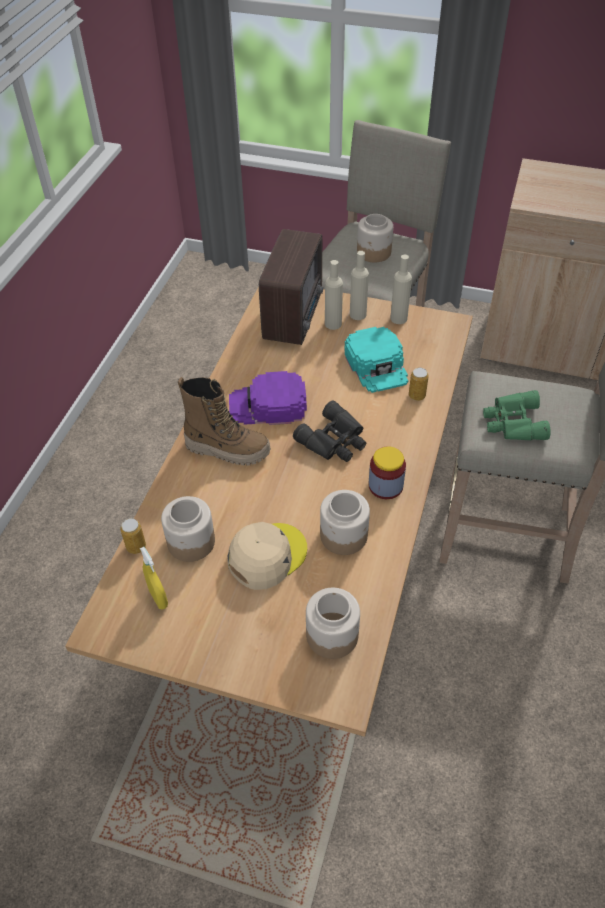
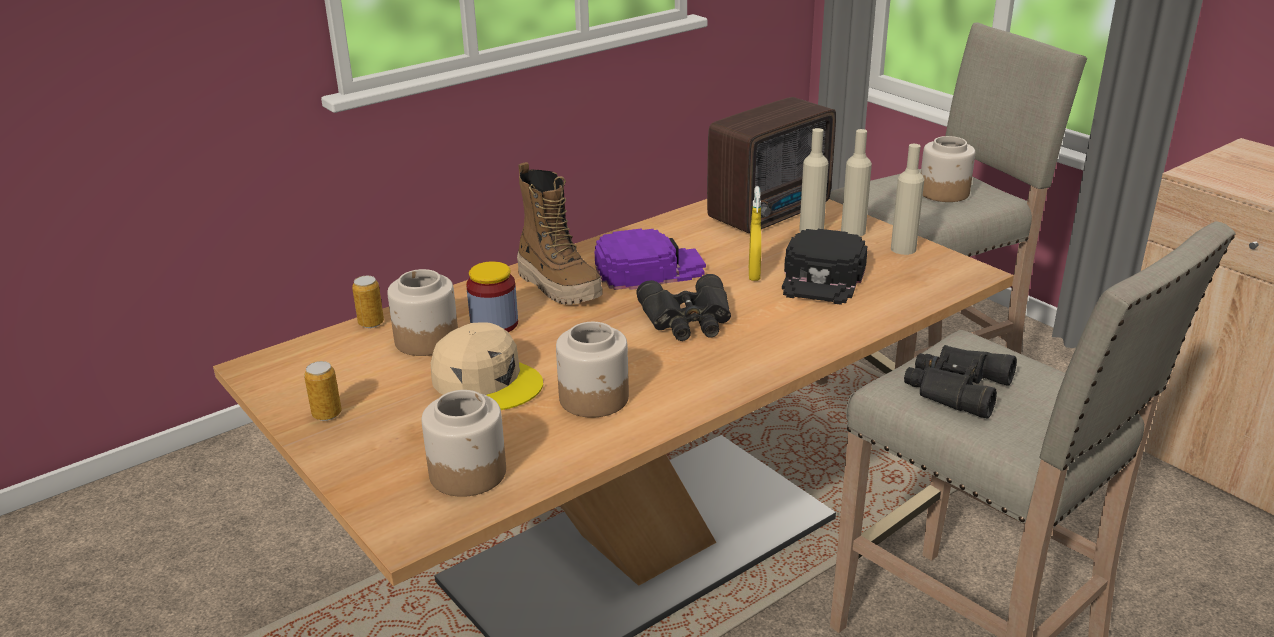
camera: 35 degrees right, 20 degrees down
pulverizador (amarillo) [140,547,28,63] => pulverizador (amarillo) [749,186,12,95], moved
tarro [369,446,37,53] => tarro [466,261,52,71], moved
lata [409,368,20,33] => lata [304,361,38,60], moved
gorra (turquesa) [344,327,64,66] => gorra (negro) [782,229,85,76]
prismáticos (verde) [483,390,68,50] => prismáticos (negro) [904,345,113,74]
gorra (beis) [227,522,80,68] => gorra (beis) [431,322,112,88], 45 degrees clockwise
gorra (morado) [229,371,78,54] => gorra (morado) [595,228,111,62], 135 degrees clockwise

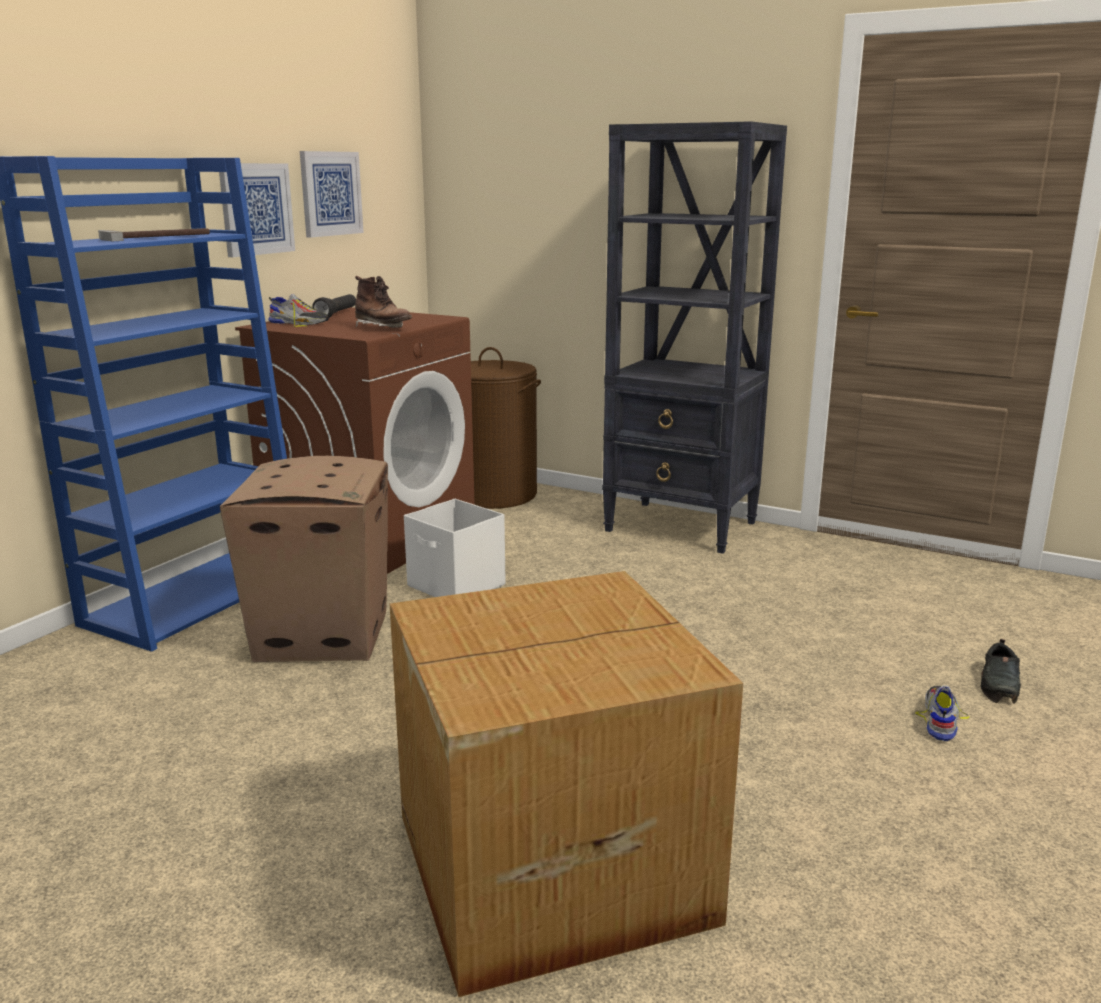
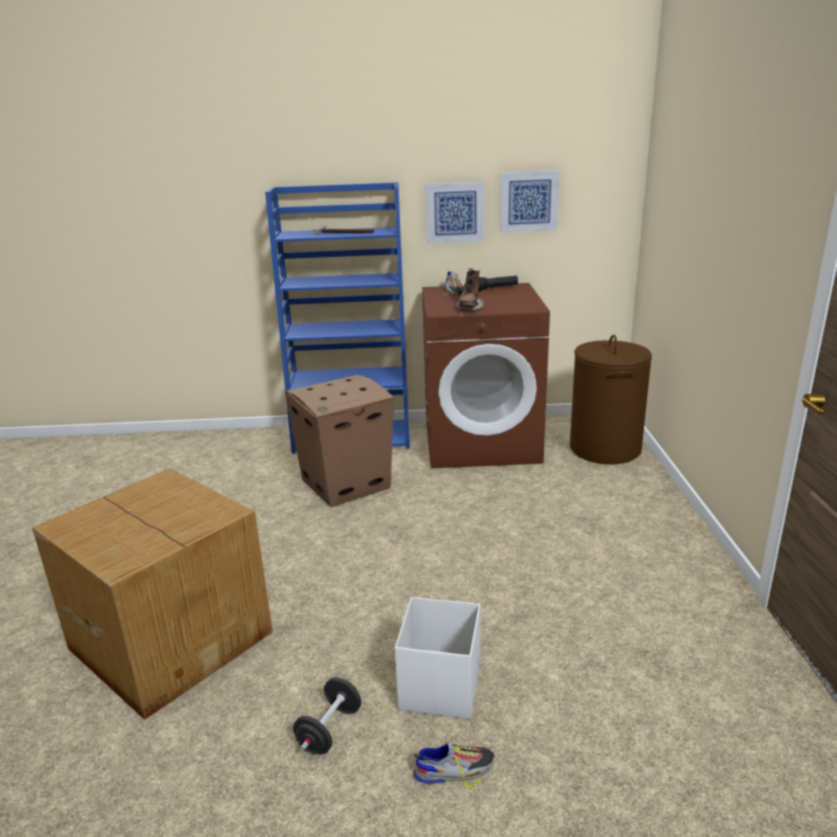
camera: 60 degrees right, 5 degrees up
estantería (negro) [602,121,185,433] => nothing
zapato (negro) [981,639,40,65] => nothing
nothing => mancuerna (negro) [293,677,68,77]
caja de almacenaje (blanco) [404,499,102,98] => caja de almacenaje (blanco) [395,597,85,122], moved

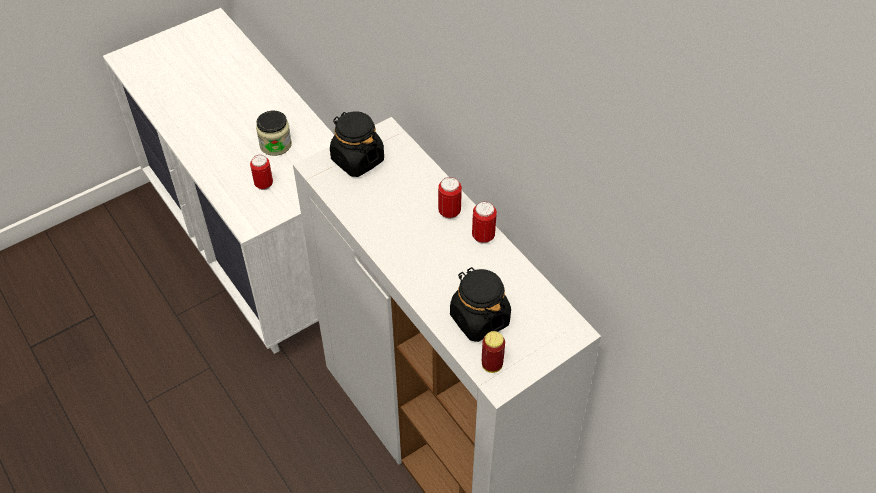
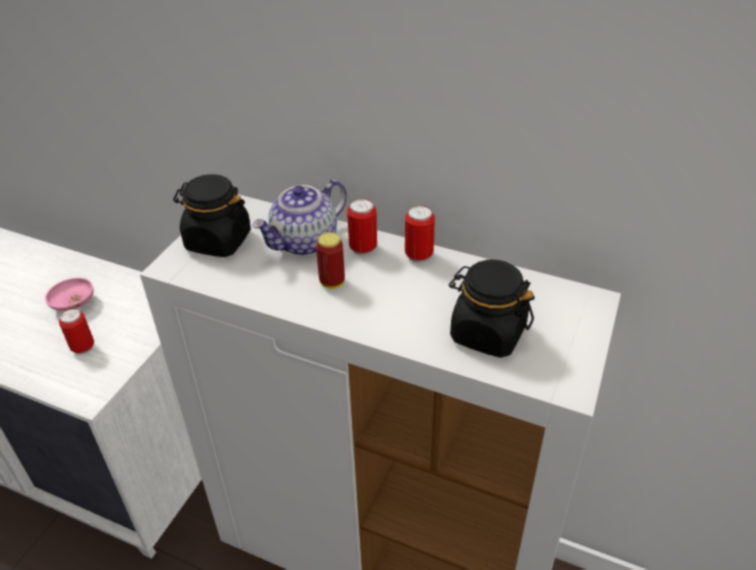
camera: 30 degrees left, 10 degrees down
nothing => tetera [252,180,95,76]
lata [482,331,23,42] => lata [316,232,29,57], moved
tarro [256,111,36,45] => cuenco (rosa) [45,278,49,33]

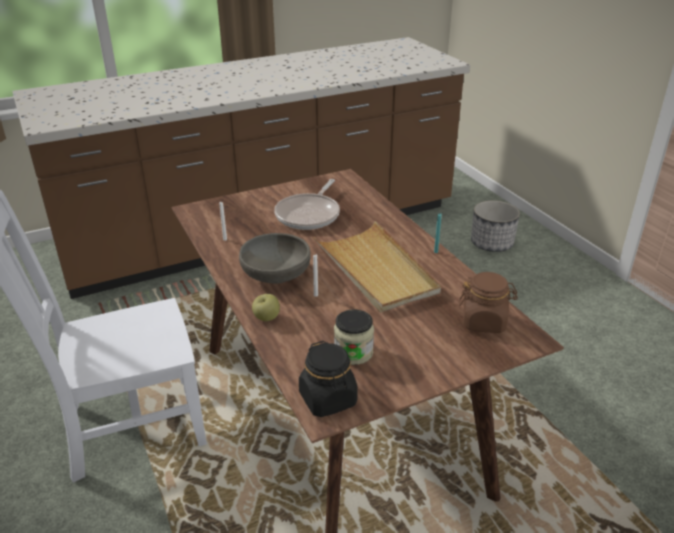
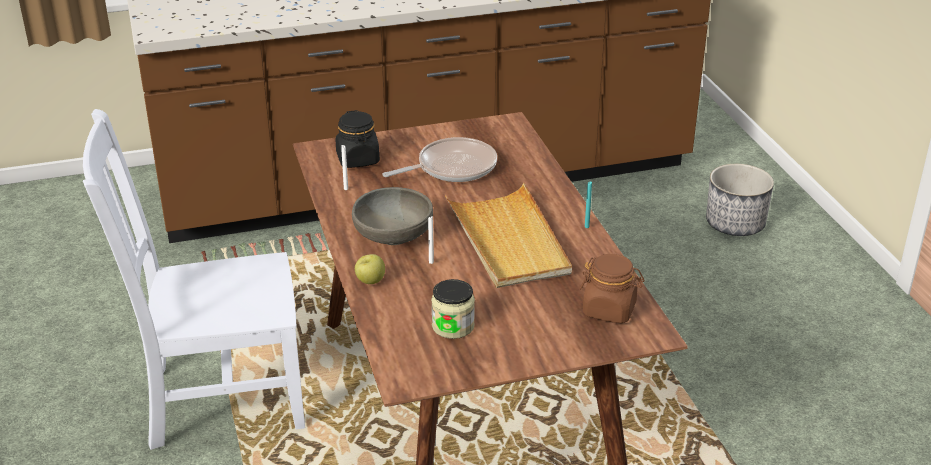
camera: 10 degrees right, 0 degrees up
tarro (negro) [299,341,59,76] => tarro (negro) [336,110,44,58], moved
sartén [274,179,66,51] => sartén [382,137,115,45], 150 degrees counterclockwise

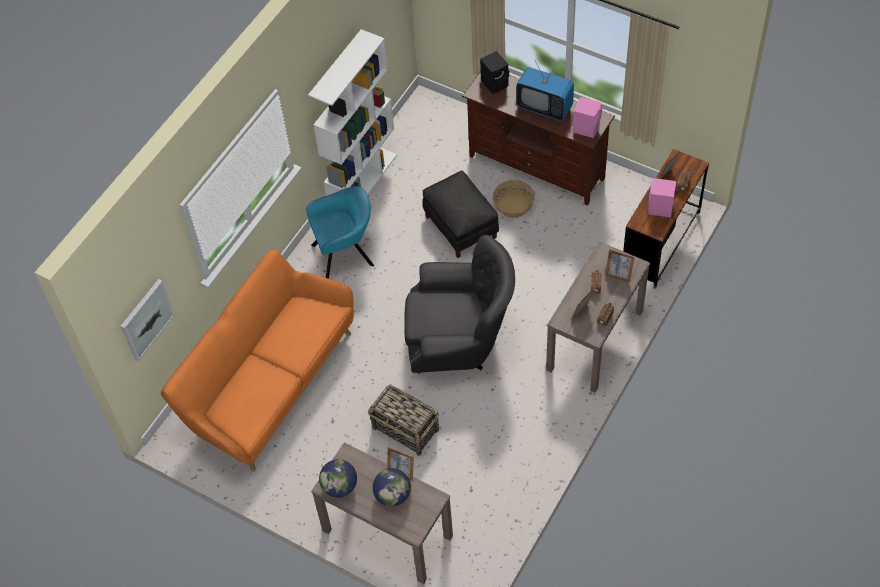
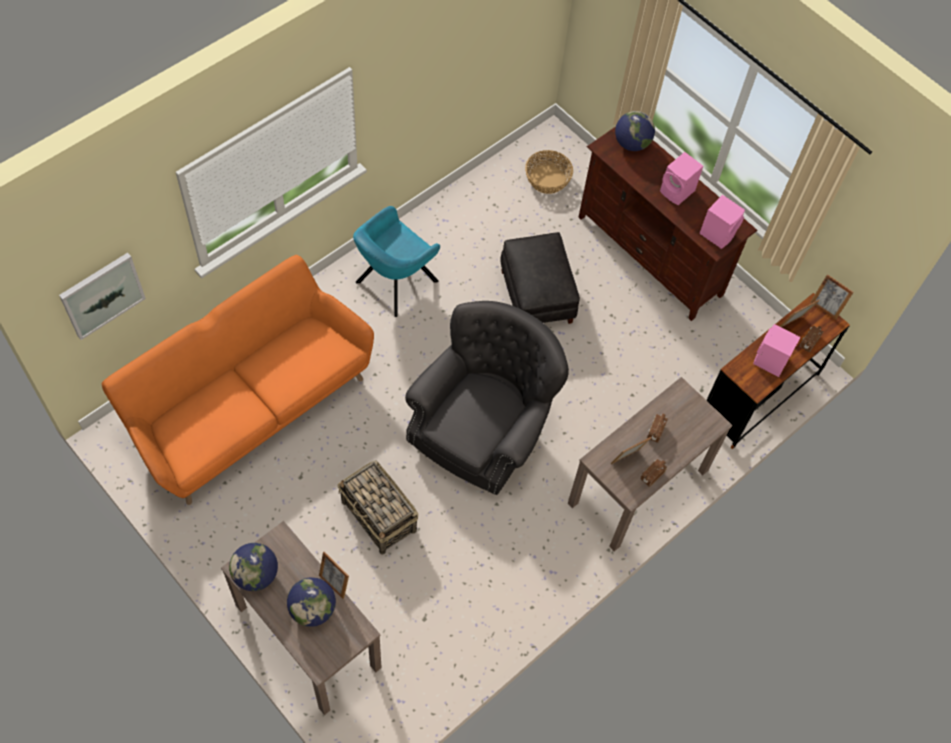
camera: 10 degrees right, 5 degrees up
estantería (blanco) [308,29,89,167] => nothing
cesta [493,180,42,38] => cesta [525,150,48,44], moved
portarretratos [605,249,30,33] => portarretratos [810,274,44,46], moved
altavoz (negro) [480,51,29,43] => globo terráqueo [615,111,40,40]
televisor [516,61,58,60] => altavoz (rosa) [660,152,43,53]
sillón (turquesa) [306,186,68,93] => sillón (turquesa) [353,206,87,111], 135 degrees clockwise
sillón (gris) [404,235,111,138] => sillón (gris) [405,301,164,194], 75 degrees counterclockwise

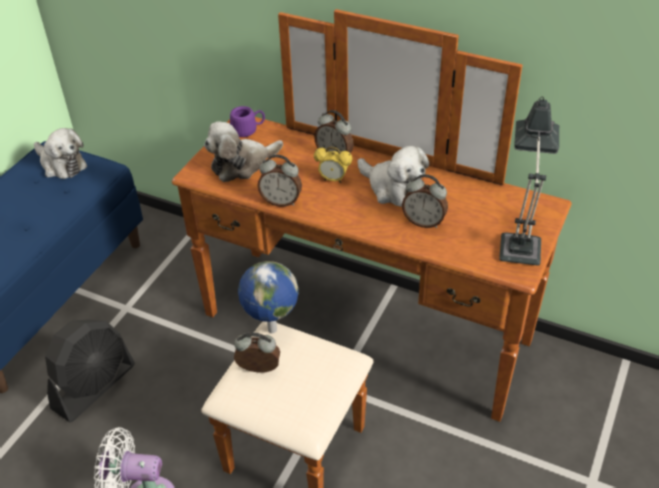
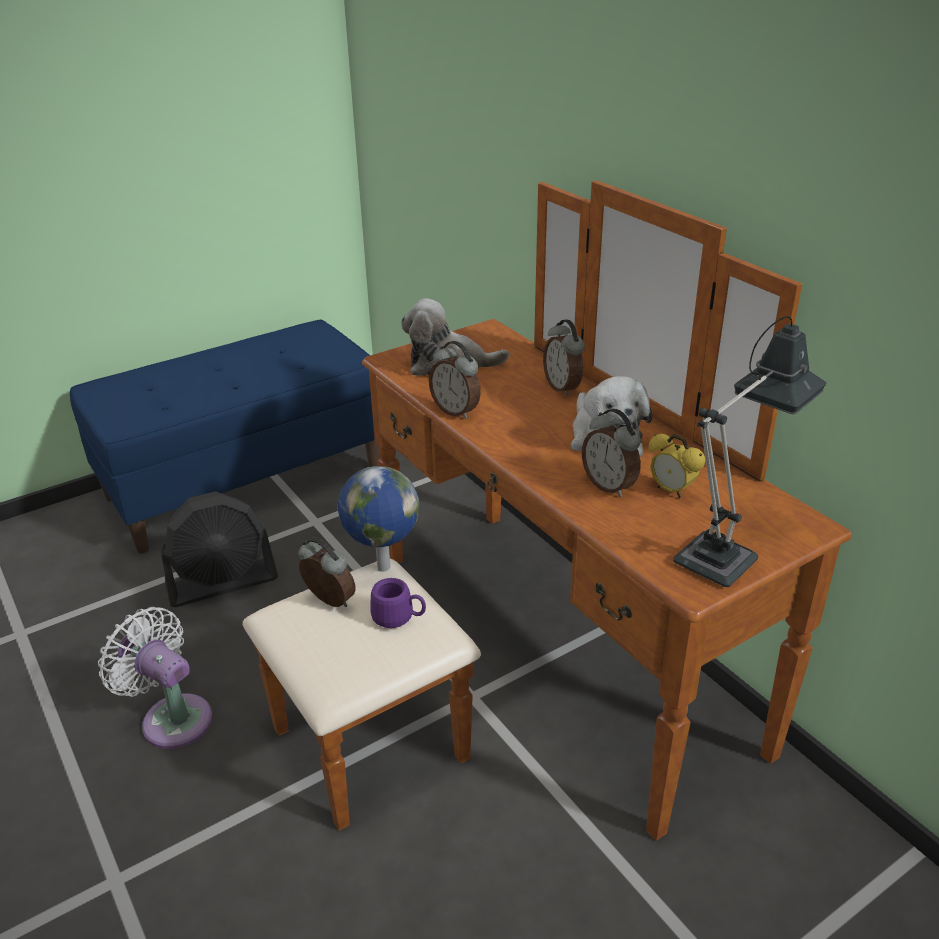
camera: 30 degrees right, 10 degrees down
peluche [34,128,53,51] => nothing
taza grande (morado) [230,106,35,31] => taza grande (morado) [370,578,56,50], moved
despertador [314,146,38,37] => despertador [649,434,56,64], moved

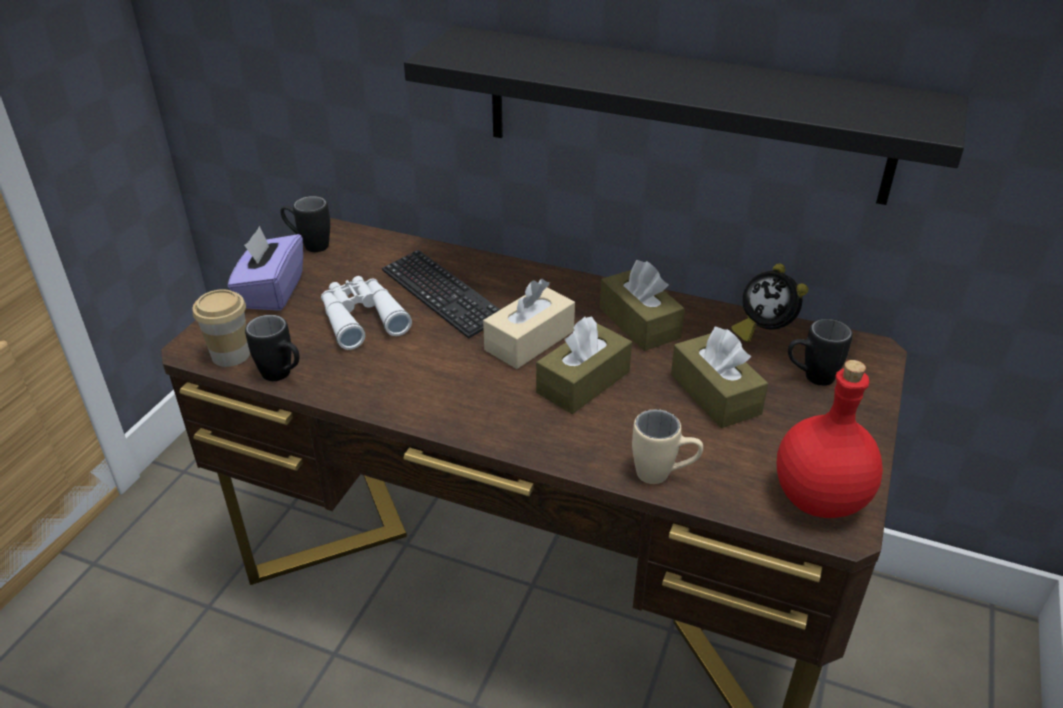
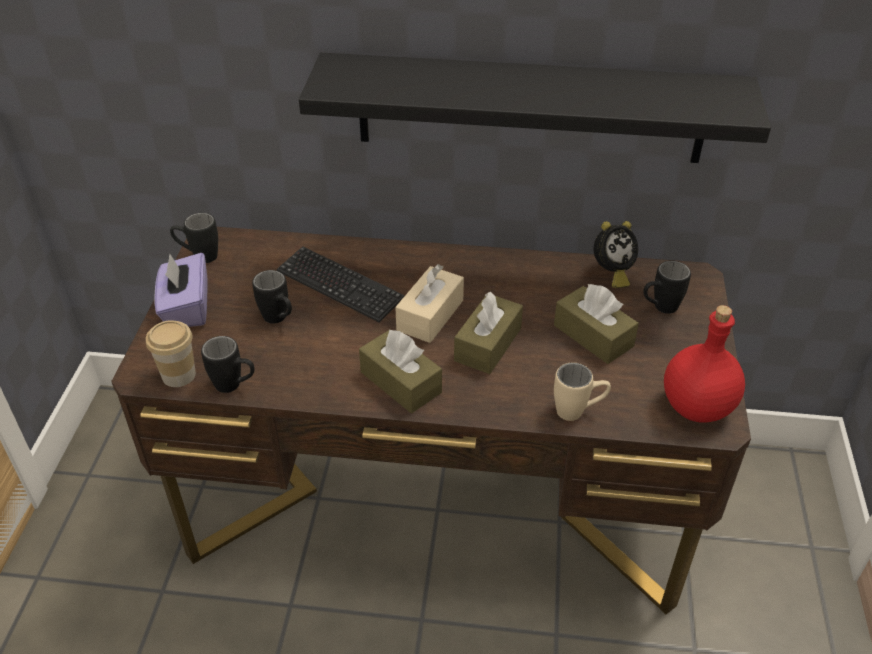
camera: 15 degrees left, 5 degrees up
caja de pañuelos (marrón) [600,260,85,91] => caja de pañuelos (marrón) [359,329,83,84], moved
prismáticos (blanco) [321,276,91,74] => taza grande (negro) [252,270,40,54]
despertador [731,263,77,79] => despertador [593,221,45,67], 60 degrees counterclockwise

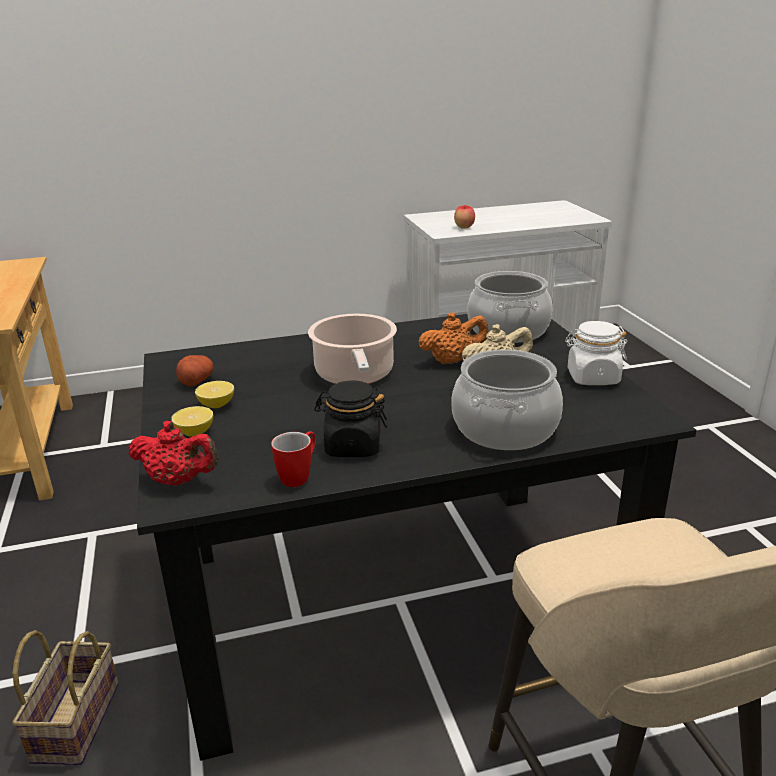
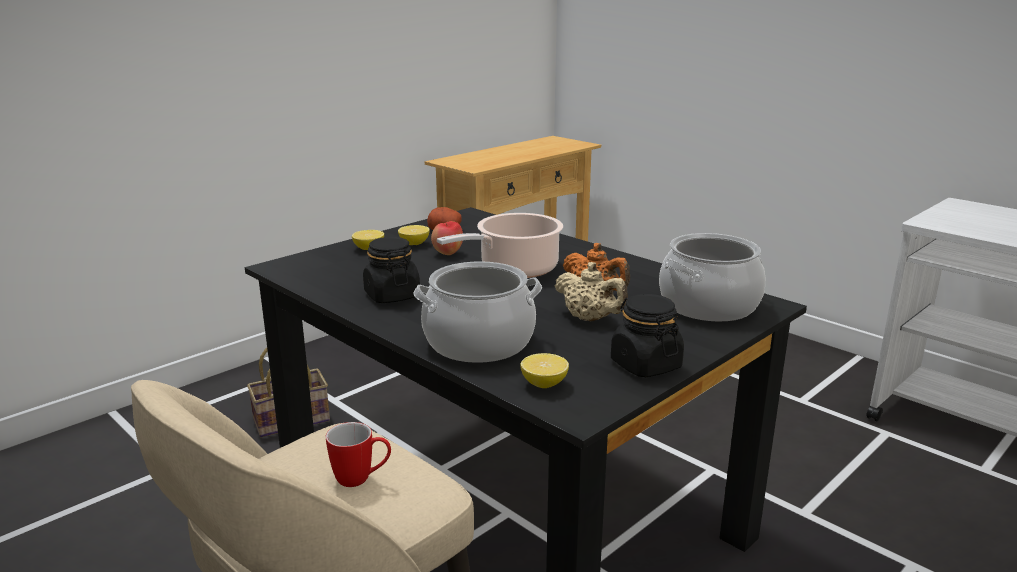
camera: 60 degrees right, 5 degrees down
tetera (rojo) [128,421,91,65] => nothing
nothing => limón [520,353,49,35]
taza grande [271,431,45,56] => taza grande [326,422,65,65], moved
manzana [454,205,21,24] => manzana [431,221,32,34], moved
tarro (blanco) [565,321,63,64] => tarro (negro) [611,294,73,83]

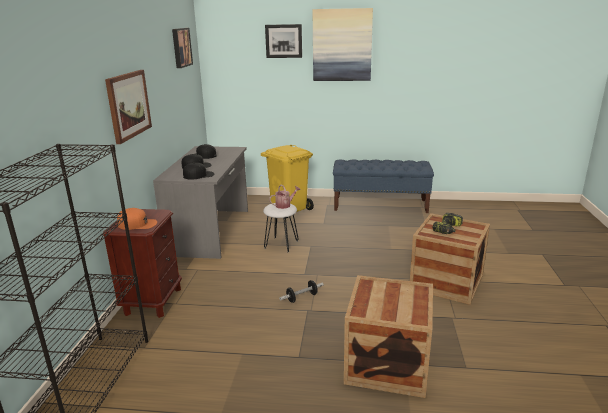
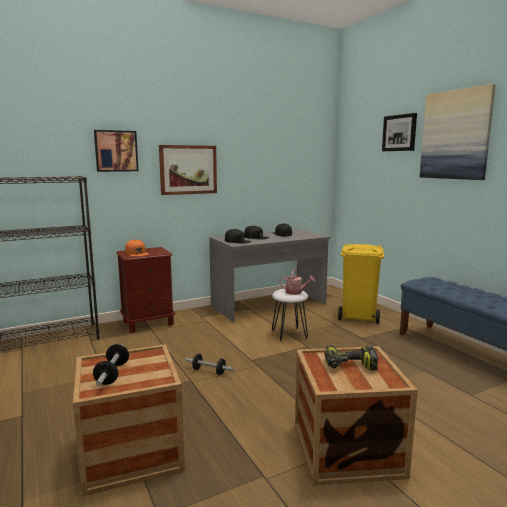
camera: 55 degrees right, 10 degrees down
nothing => mancuerna [93,344,36,42]
cuadro [172,28,21,40] => cuadro [94,130,45,42], moved

